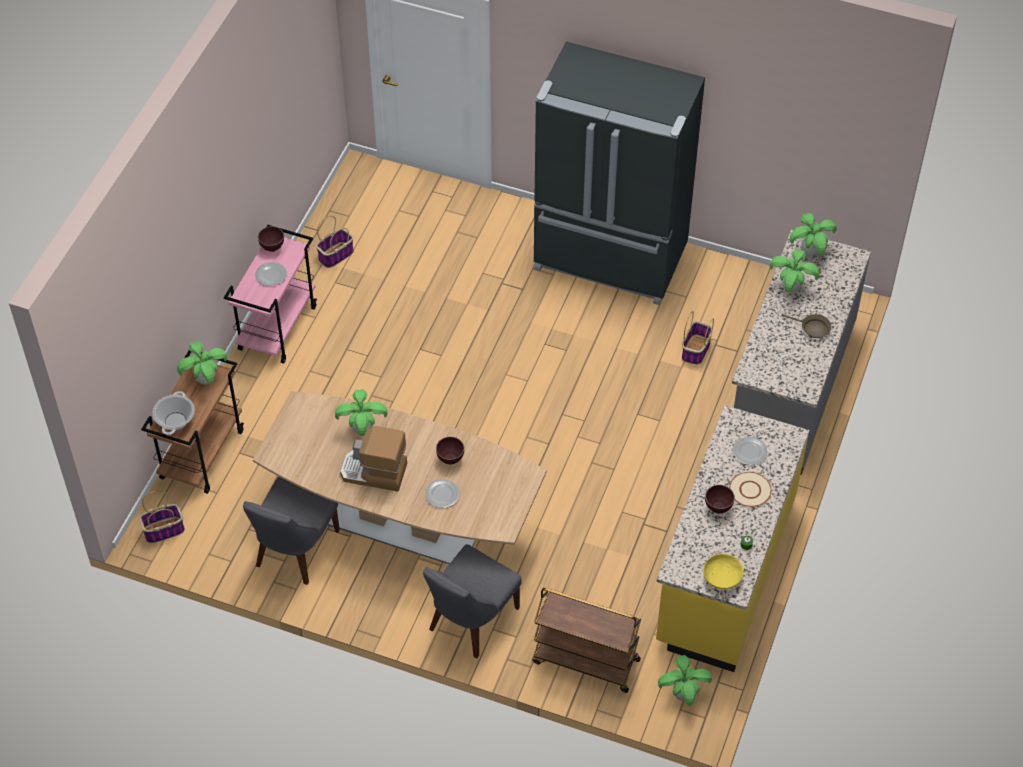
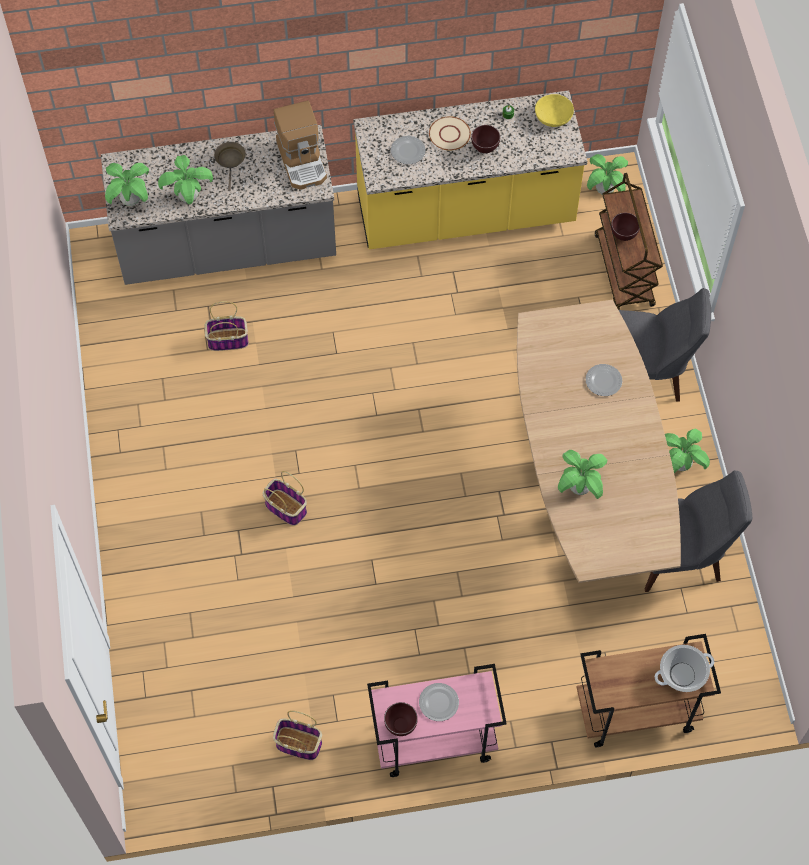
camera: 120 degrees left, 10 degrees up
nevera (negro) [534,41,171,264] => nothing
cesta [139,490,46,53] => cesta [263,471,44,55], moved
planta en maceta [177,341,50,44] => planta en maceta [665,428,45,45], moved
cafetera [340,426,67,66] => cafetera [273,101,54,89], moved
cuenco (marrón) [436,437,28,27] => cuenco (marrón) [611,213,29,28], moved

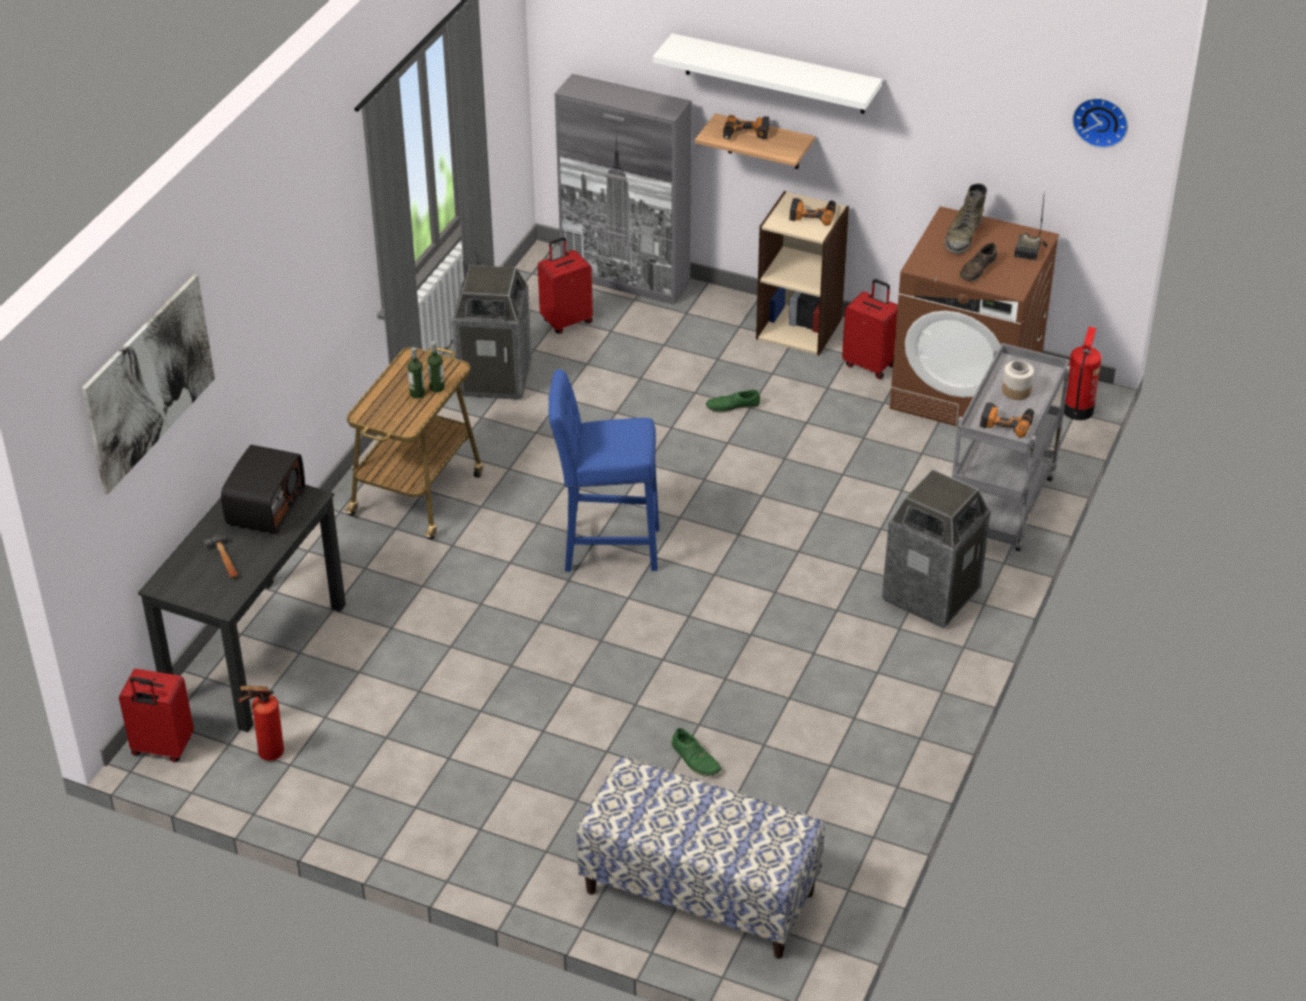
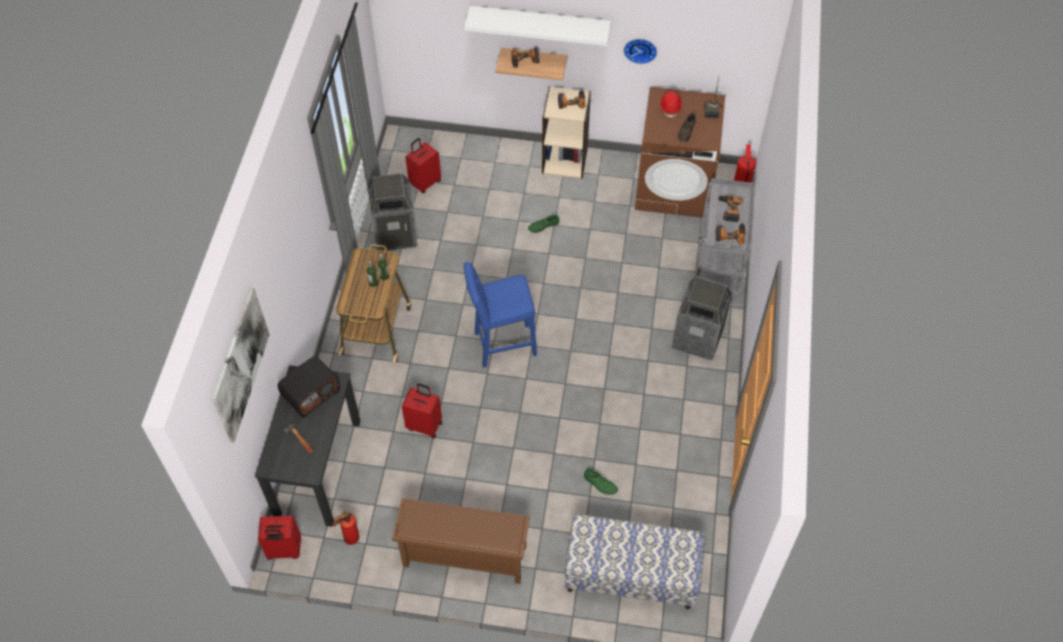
camera: 15 degrees left, 15 degrees up
armario (gris) [555,74,136,231] => nothing
nothing => zapatero (marrón) [392,498,138,86]
maleta (rojo) [842,279,56,100] => maleta (rojo) [402,383,40,55], moved
reloj de pared [1072,98,56,50] => reloj de pared [623,39,34,25], moved
bota (verde) [945,183,42,71] => casco (rojo) [660,91,22,27]
tarro [1002,360,32,40] => taladro [718,196,25,26]
radio [221,445,84,89] => radio [278,356,62,62], 45 degrees clockwise

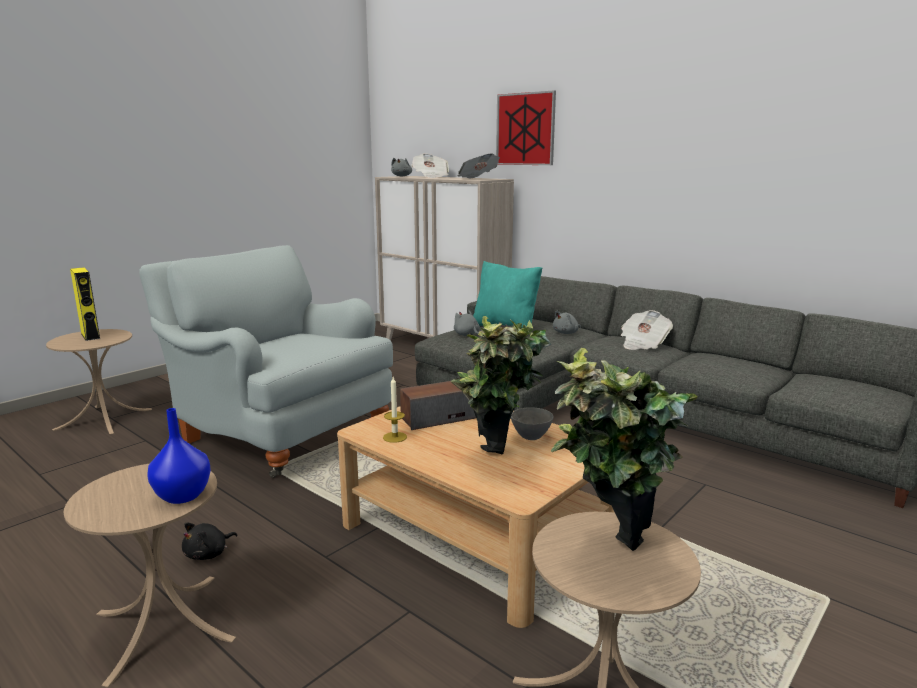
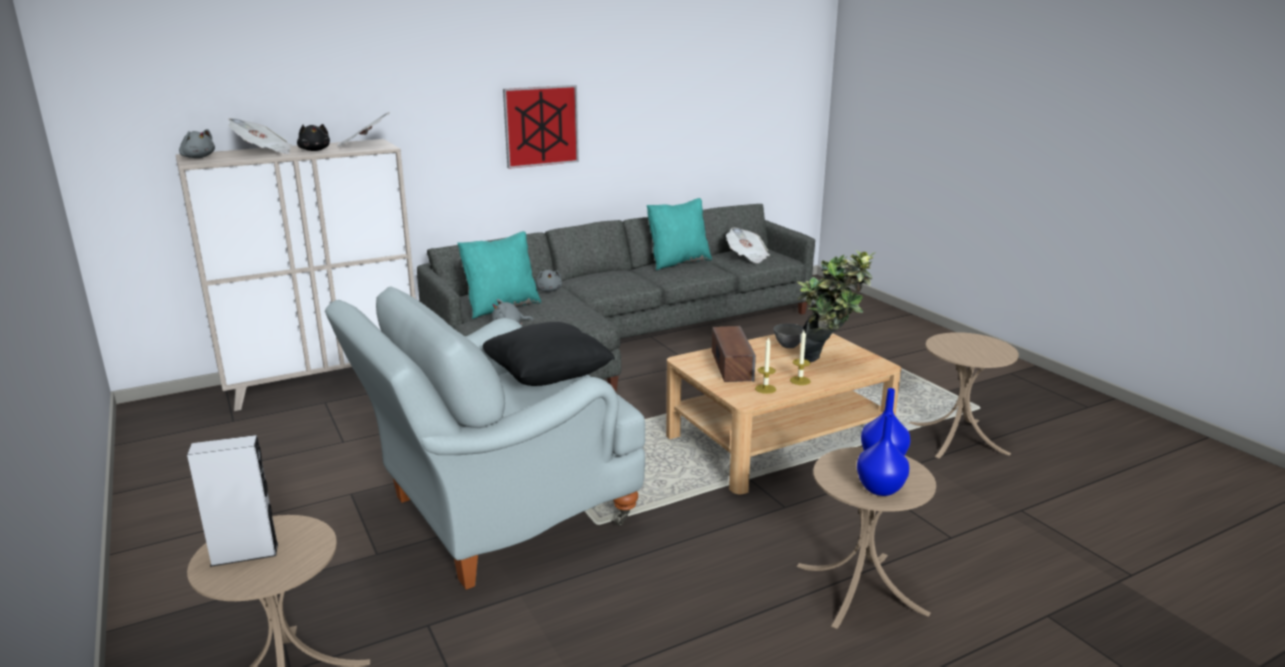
camera: 70 degrees left, 5 degrees up
planta en maceta [551,348,147,203] => nothing
nothing => cojín (negro) [482,322,133,64]
nothing => cojín (turquesa) [647,198,65,72]
nothing => vela [790,330,21,55]
nothing => florero (azul) [857,414,52,82]
peluche (negro) [182,523,55,37] => peluche (negro) [297,124,33,27], moved
cuadro [496,90,60,75] => cuadro [503,85,76,84], moved
periódico [621,310,52,40] => periódico [726,227,44,36], moved
altavoz (amarillo) [70,267,31,74] => altavoz (gris) [187,435,91,132]

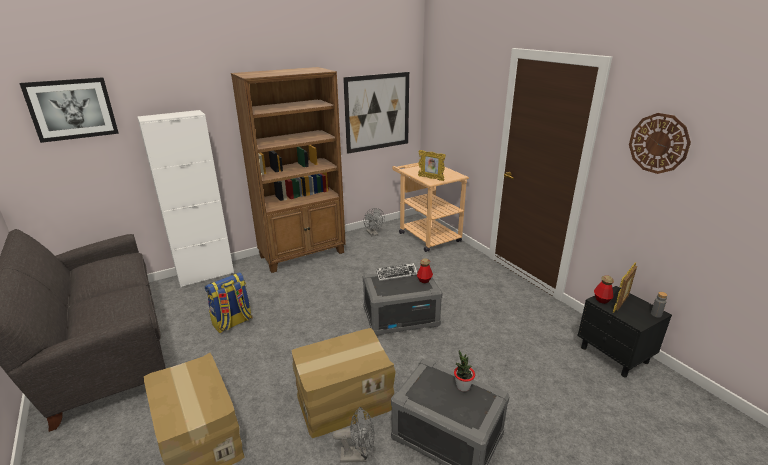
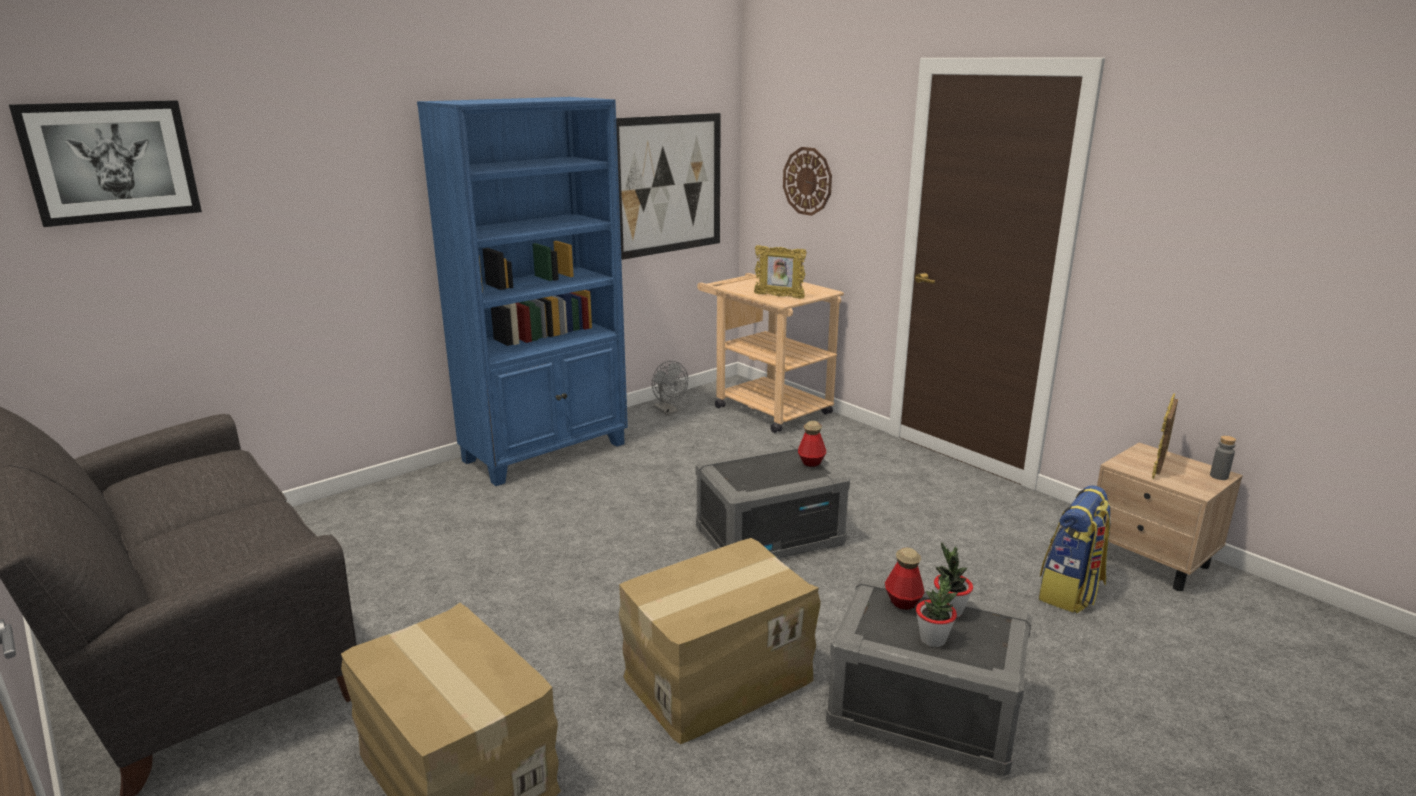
camera: 10 degrees left, 5 degrees down
armario (blanco) [137,110,97,177] => nothing
ventilador (gris) [333,407,42,56] => nothing
teclado [376,263,41,18] => nothing
nothing => planta en maceta [916,575,42,72]
mochila [205,272,47,61] => mochila [1039,485,72,128], moved
botella [594,275,20,29] => botella [885,548,40,62], moved
reloj de pared [629,113,62,61] => reloj de pared [783,147,49,69], moved
estantería (marrón) [231,67,115,206] => estantería (azul) [417,97,211,389]
mesita de noche (negro) [577,286,95,91] => mesita de noche (beis) [1097,443,146,148]

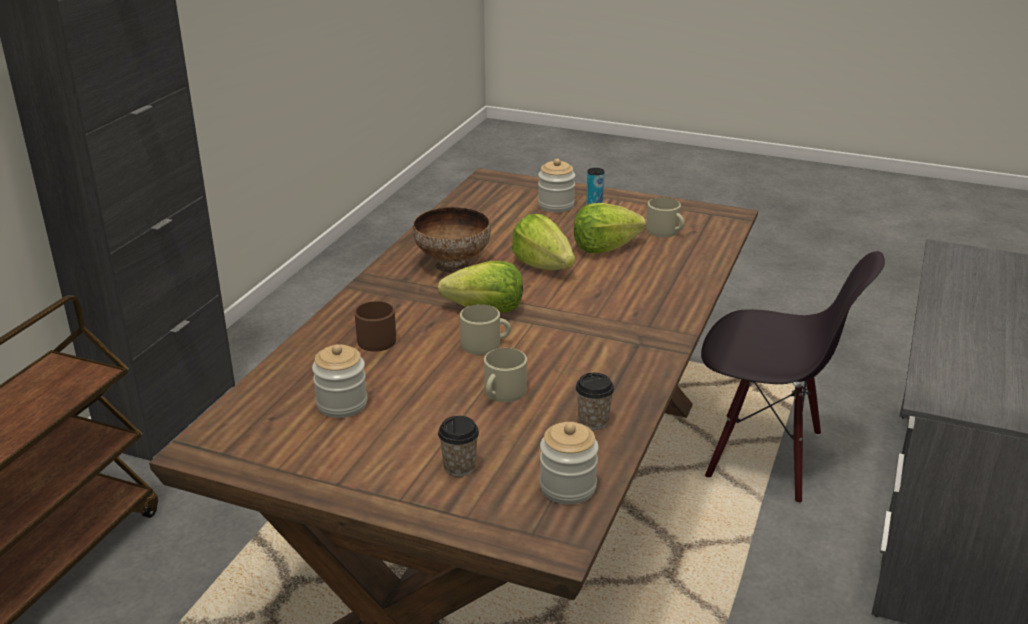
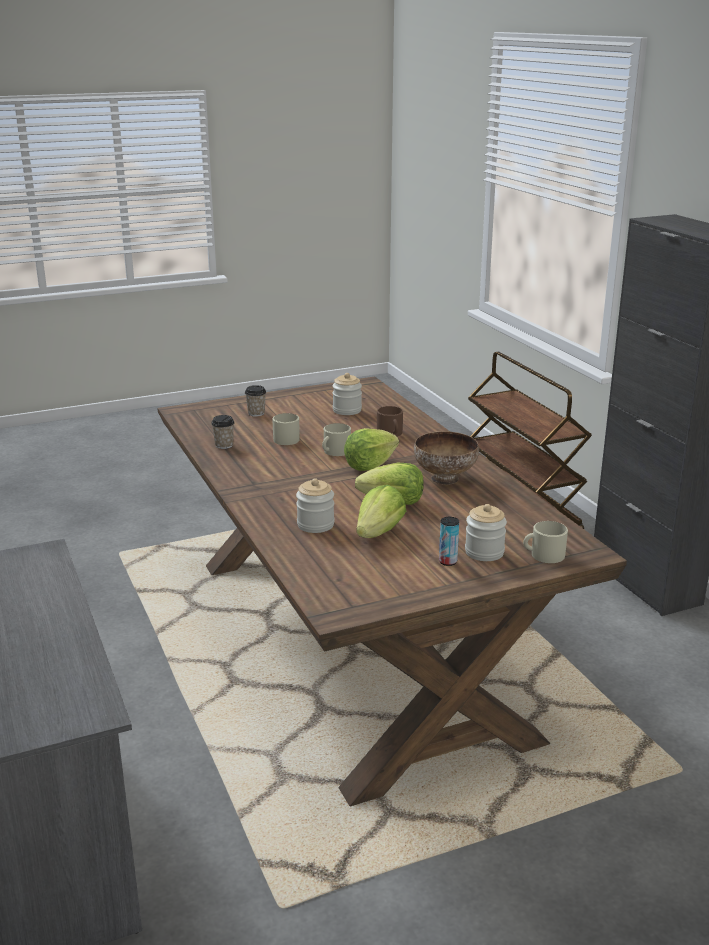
camera: 135 degrees right, 5 degrees down
silla (negro) [701,251,184,253] => nothing
tarro [540,422,59,82] => tarro [296,478,38,55], moved
taza grande (beis) [646,197,39,40] => taza grande (beis) [523,521,45,42], moved

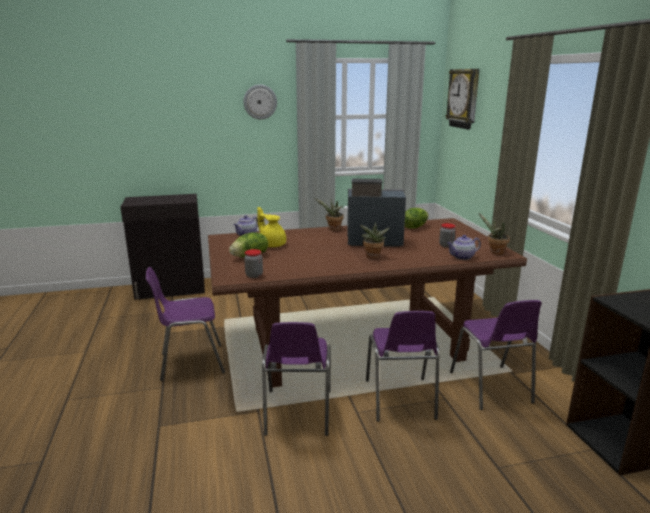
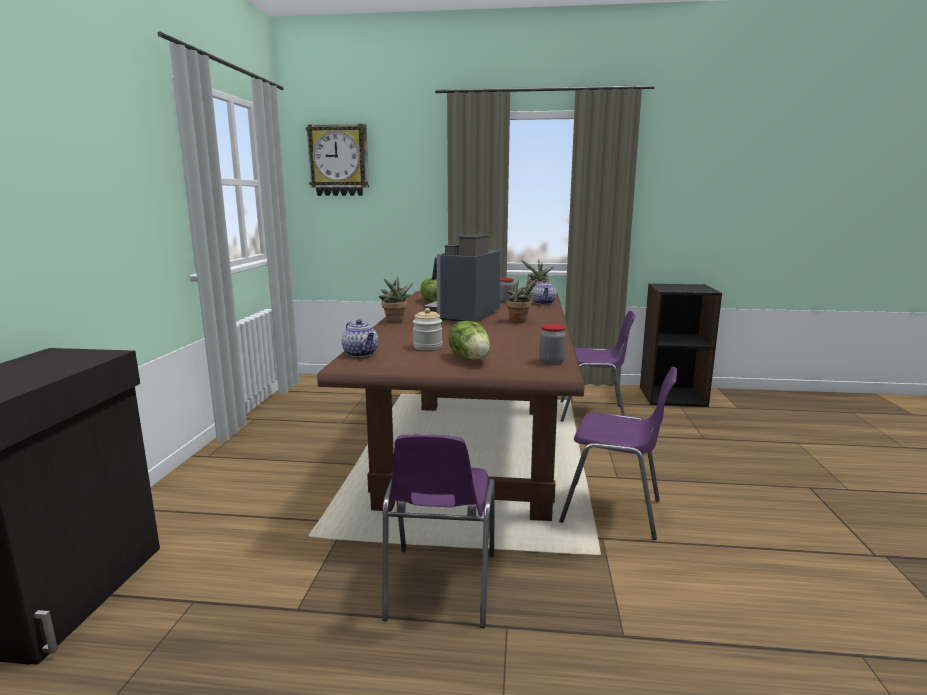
camera: 70 degrees left, 5 degrees down
reloj de pared [243,84,34,36] => nothing
silla (morado) [366,311,74,111] => nothing
tetera (amarillo) [257,207,29,41] => tarro [413,308,30,42]

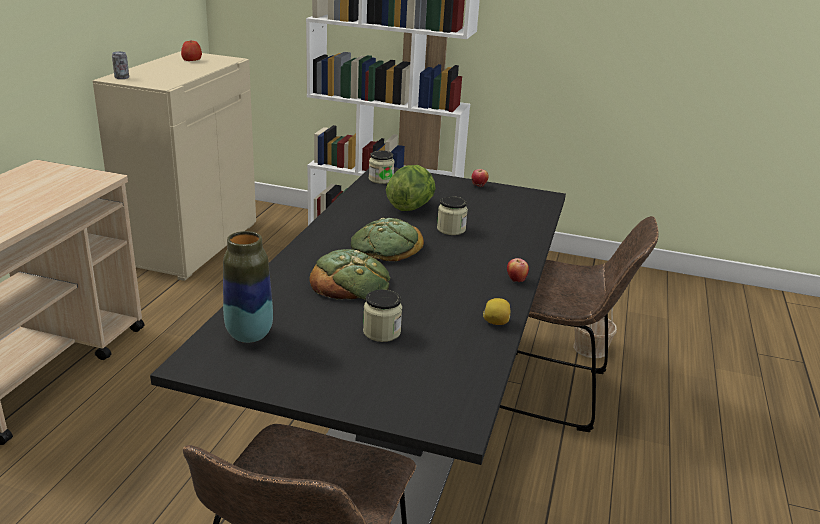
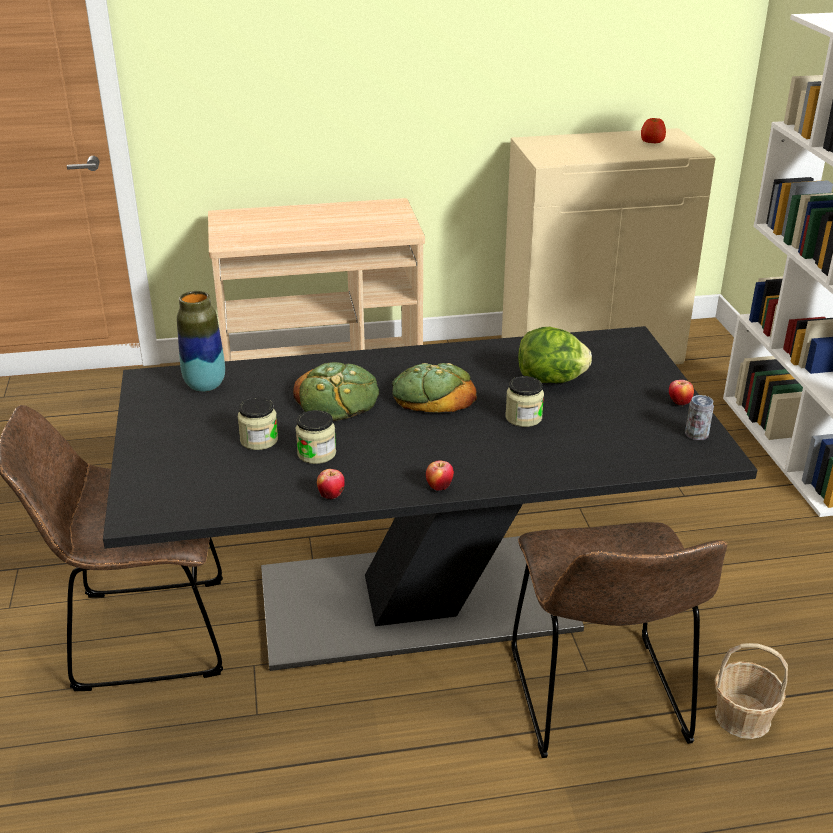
camera: 65 degrees right, 5 degrees up
lata [112,52,17,27] => lata [685,395,29,46], moved
tarro [369,150,25,34] => tarro [296,410,40,54], moved
limón [483,298,27,27] => manzana [317,469,28,30]

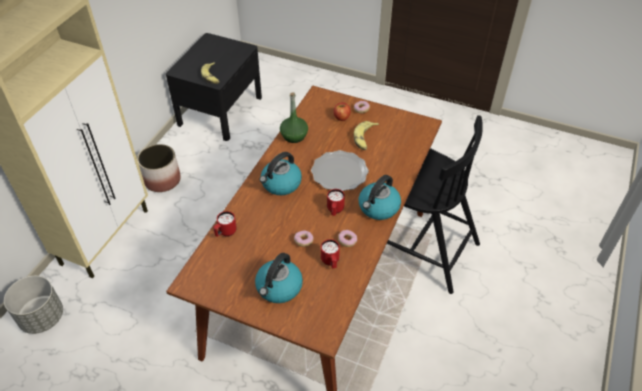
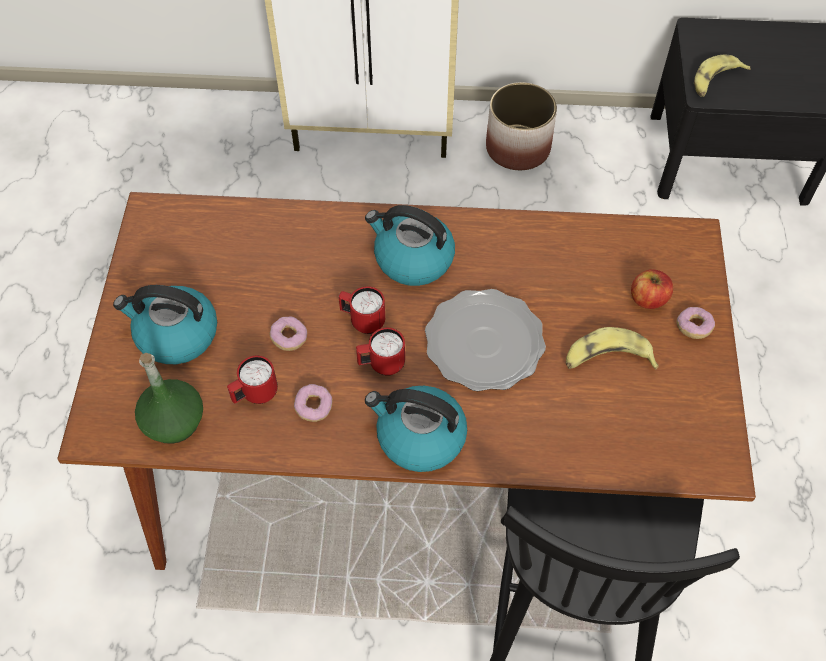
camera: 70 degrees right, 10 degrees up
maceta (gris) [4,276,59,58] => nothing
taza grande (rojo) [213,211,24,26] => taza grande (rojo) [339,286,46,48], moved
botella (verde) [280,92,28,51] => botella (verde) [135,353,68,91], moved

